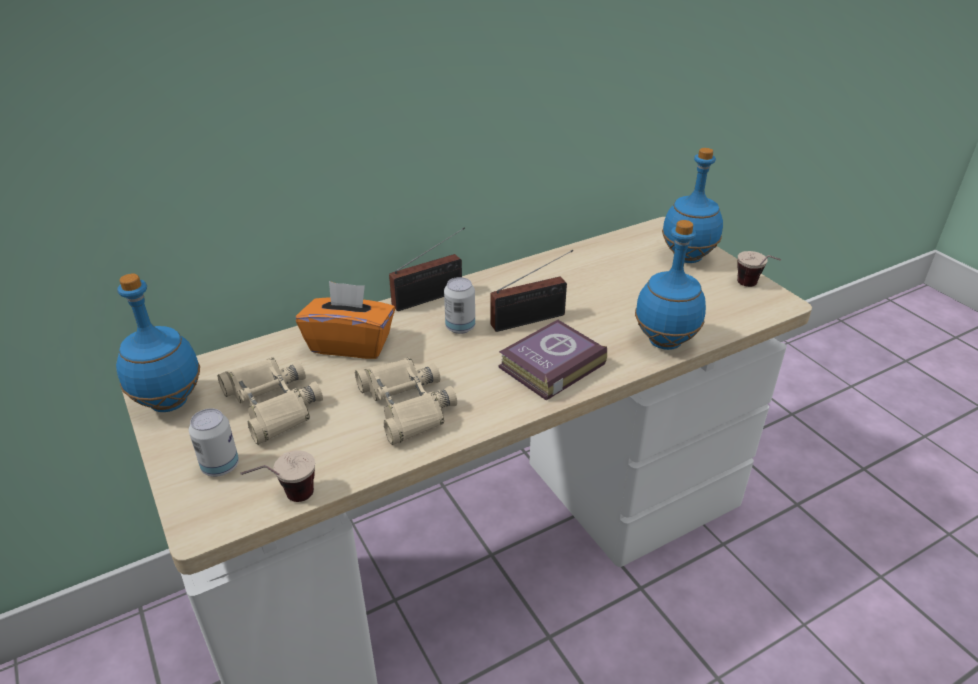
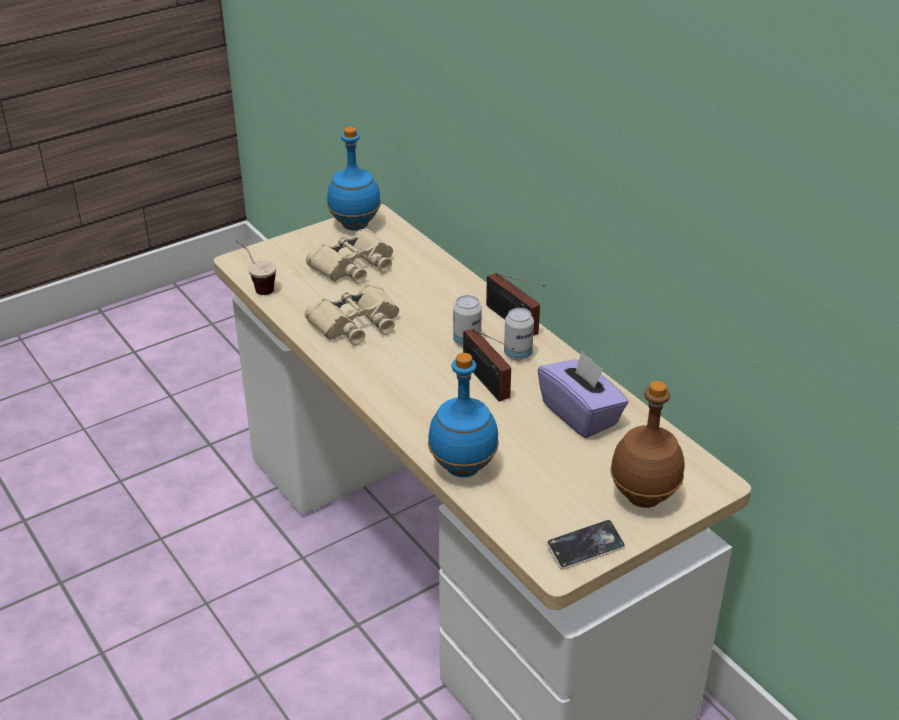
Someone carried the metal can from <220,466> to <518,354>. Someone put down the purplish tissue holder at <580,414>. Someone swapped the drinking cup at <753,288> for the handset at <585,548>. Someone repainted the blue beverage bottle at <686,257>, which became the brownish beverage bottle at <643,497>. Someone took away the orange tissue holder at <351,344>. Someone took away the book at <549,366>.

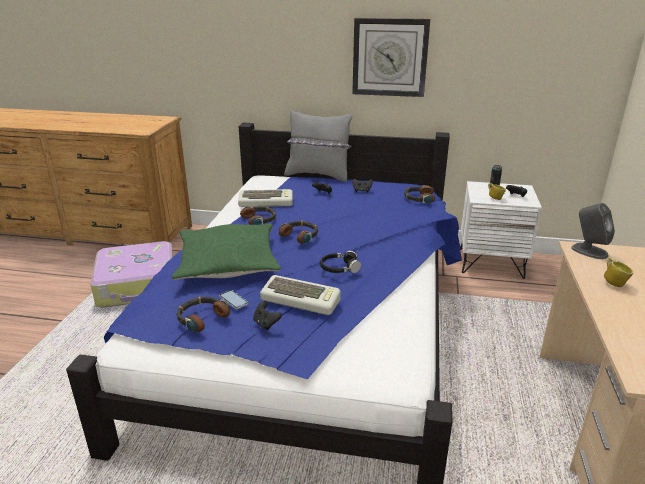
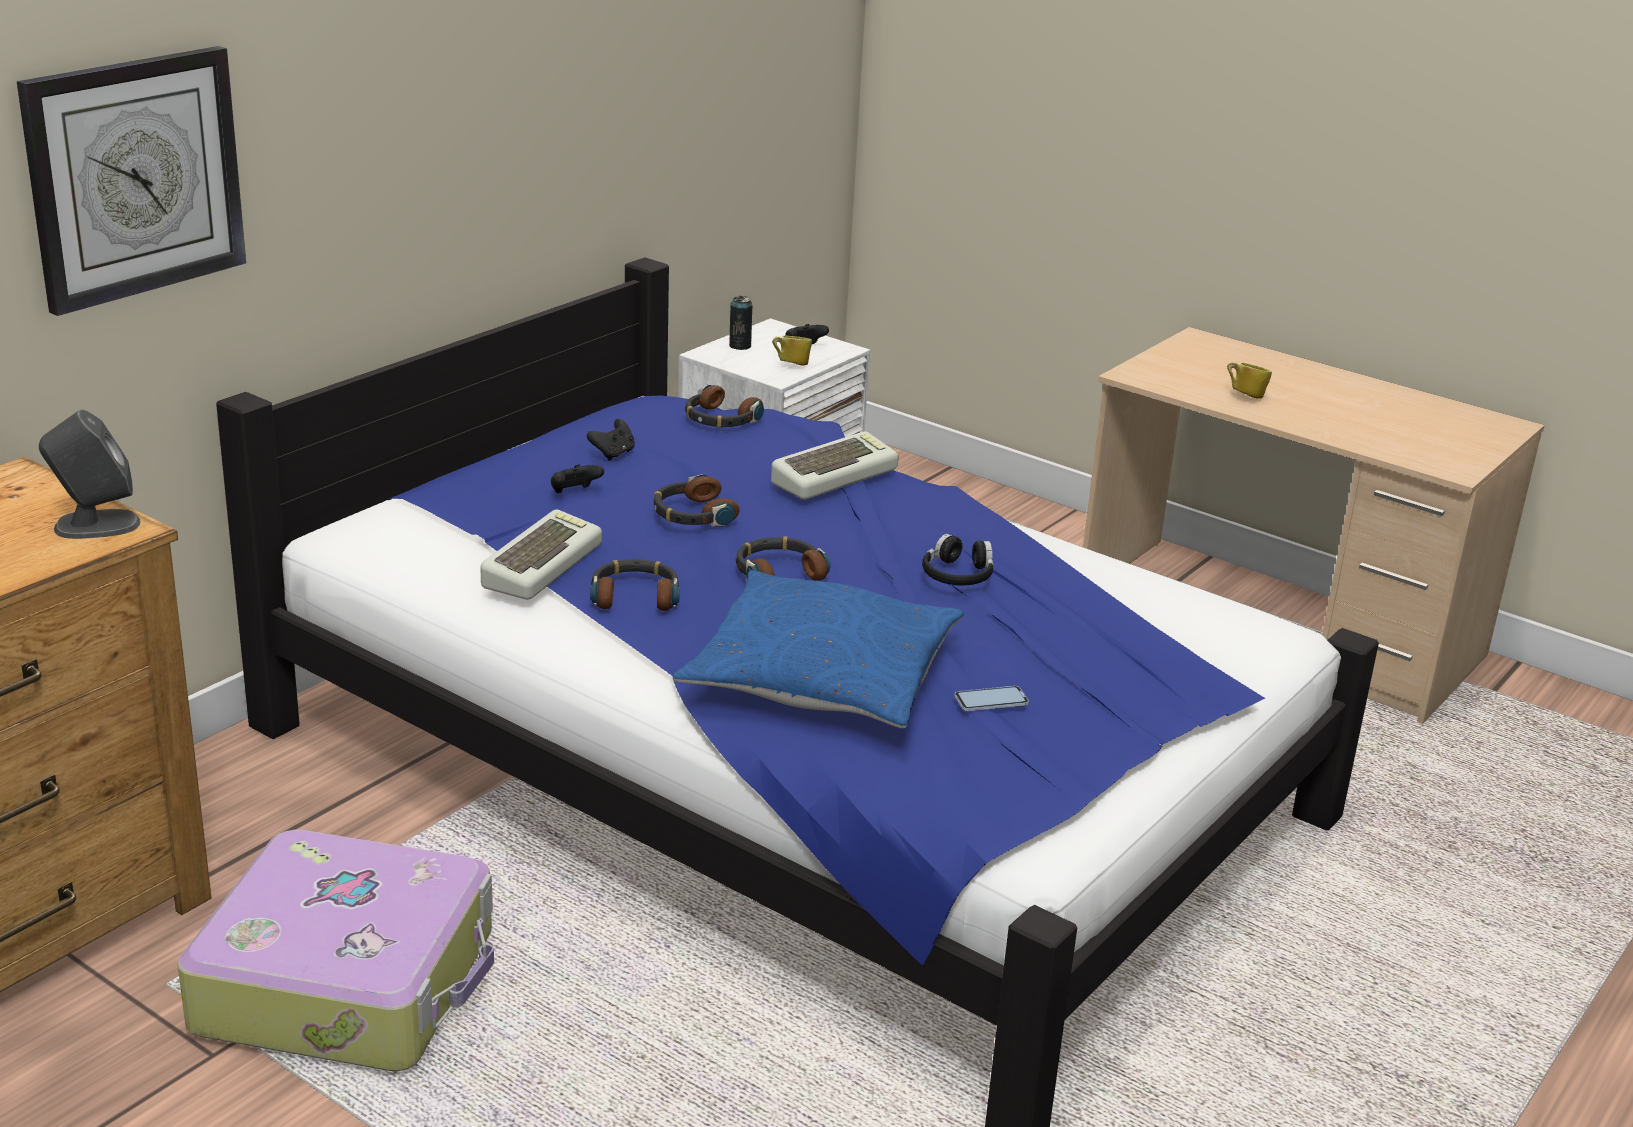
Someone carried the hanging clock from <390,57> to <134,177>. Someone carried the grey audio speaker from <589,251> to <95,525>. Someone carried the headphones from <202,318> to <692,514>. Someone repainted the greenish pillow at <228,262>, which became the blue pillow at <821,676>. Someone carried the computer keyboard from <301,300> to <833,475>. Someone took away the black joypad at <266,324>. Someone took away the grey pillow at <318,175>.

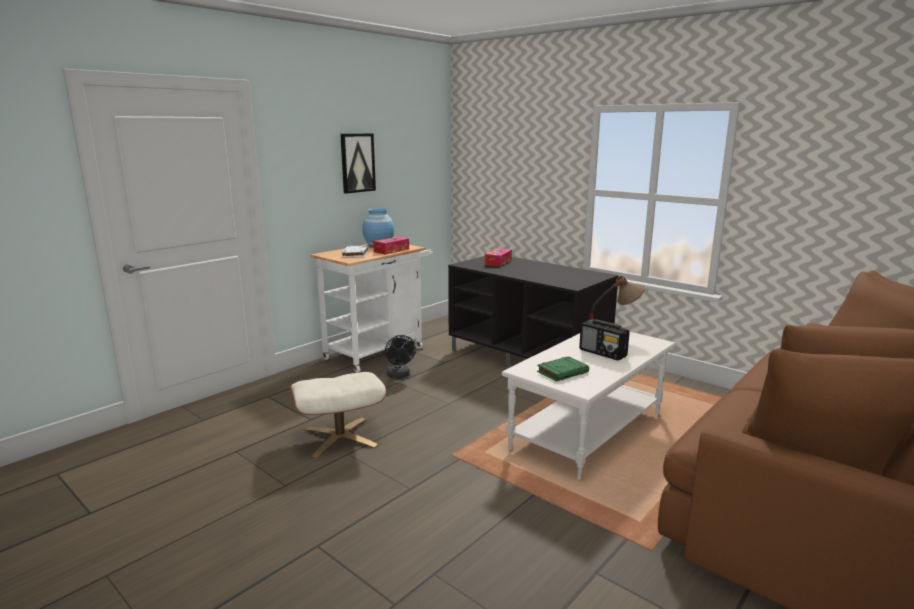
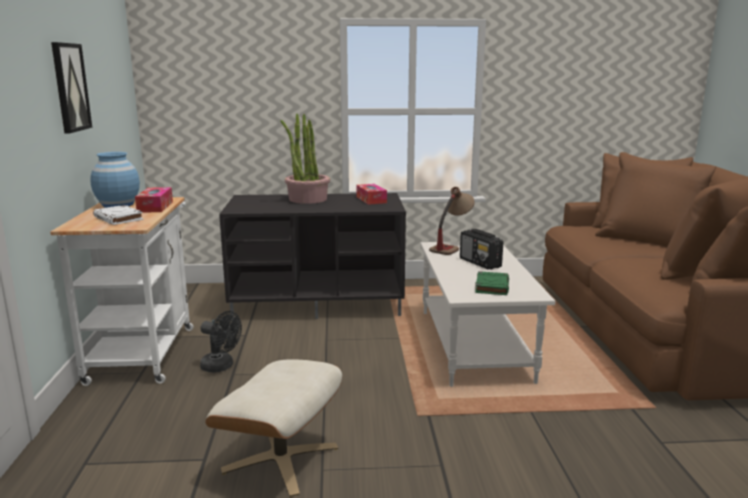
Someone put down the plant in a pot at <307,199>. Someone carried the tissue holder from <498,262> to <371,200>. Someone rotated the radio set at <603,353> by 60 degrees clockwise.

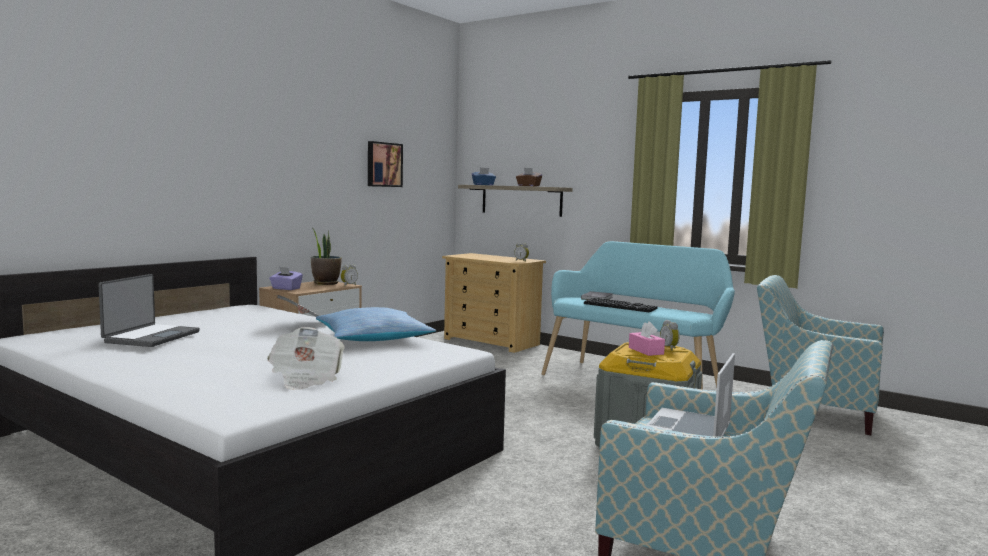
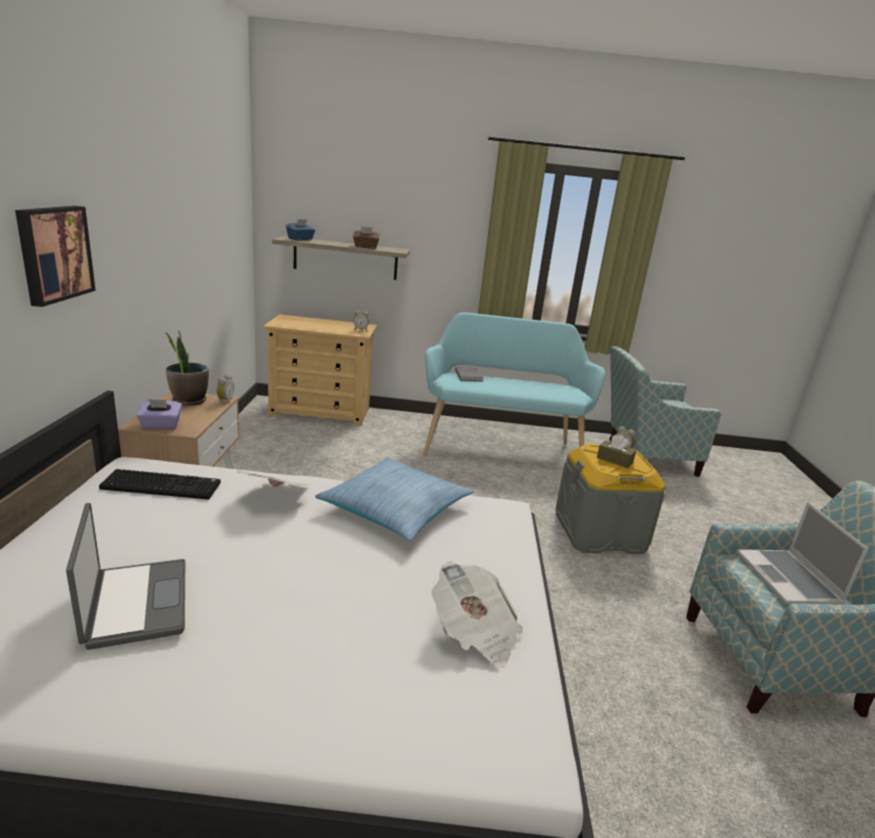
Someone carried the wall picture from <383,164> to <53,253>. Someone carried the computer keyboard from <621,306> to <163,485>. Someone repainted the pink tissue holder at <646,351>, which became the brownish tissue holder at <614,460>.

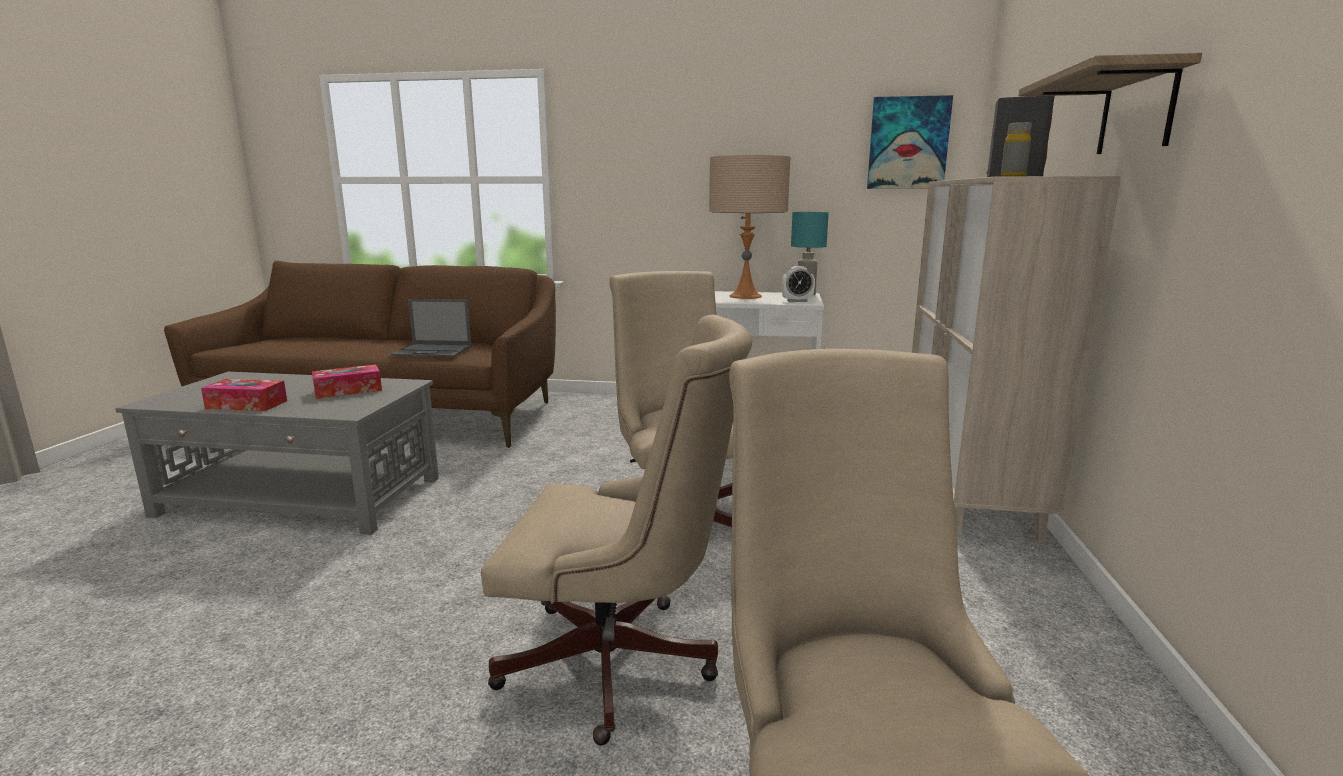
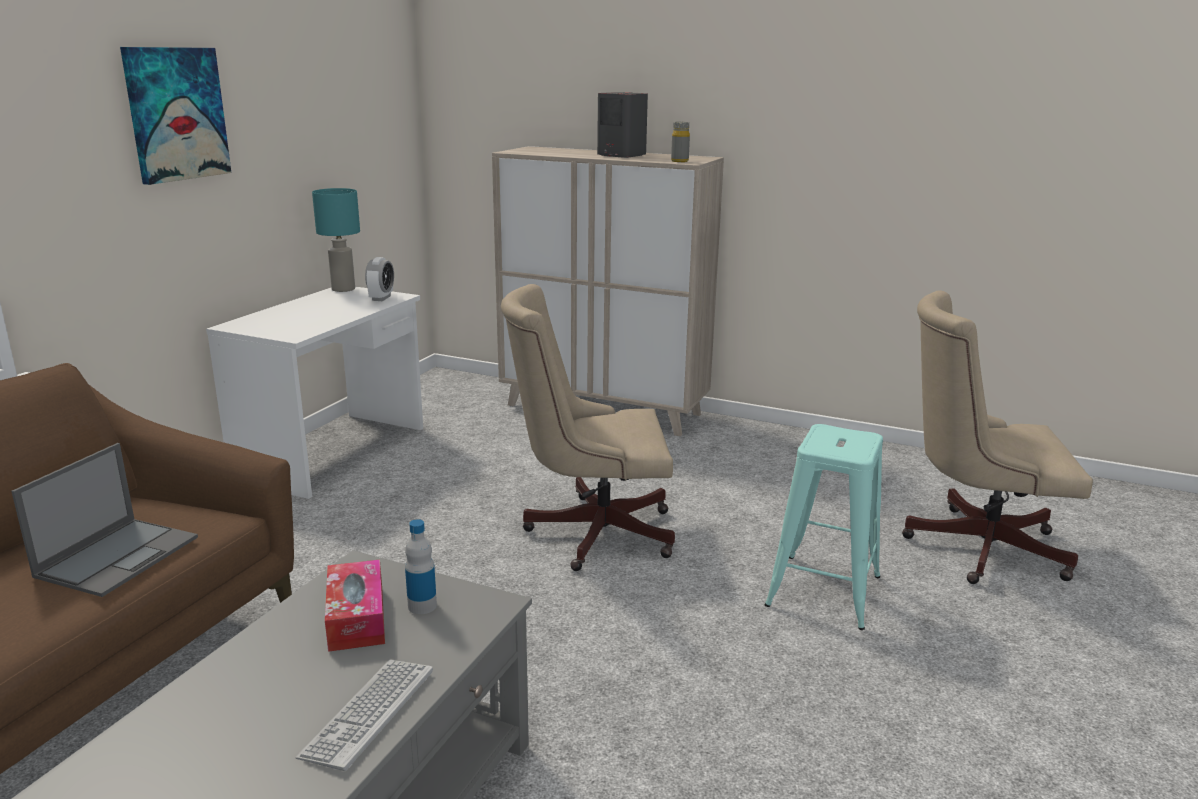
Someone carried the wall picture from <908,143> to <176,114>. Someone swapped the tissue holder at <246,405> for the computer keyboard at <368,713>. Someone put down the beverage bottle at <422,606>. Someone swapped the beige-coloured desk chair at <621,665> for the turquoise-coloured sitting stool at <824,590>. Someone took away the beige-coloured tabletop lamp at <745,296>. Someone took away the bracket shelf at <1136,111>.

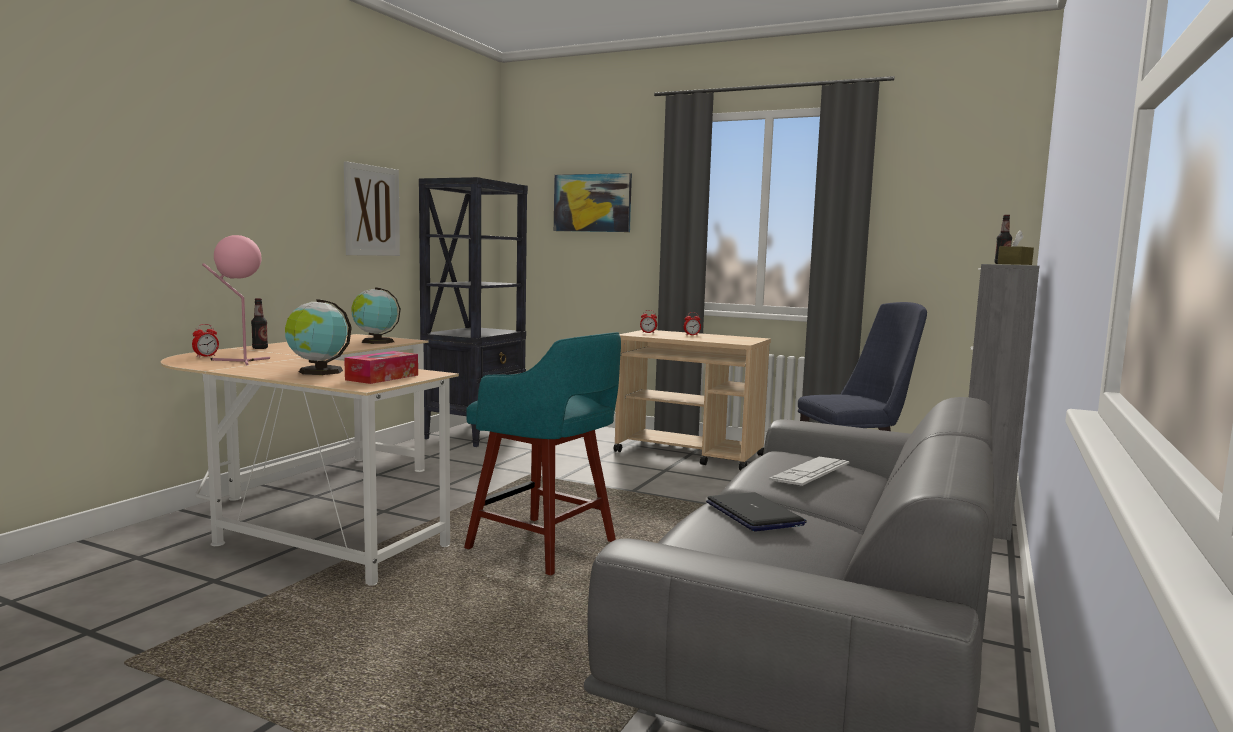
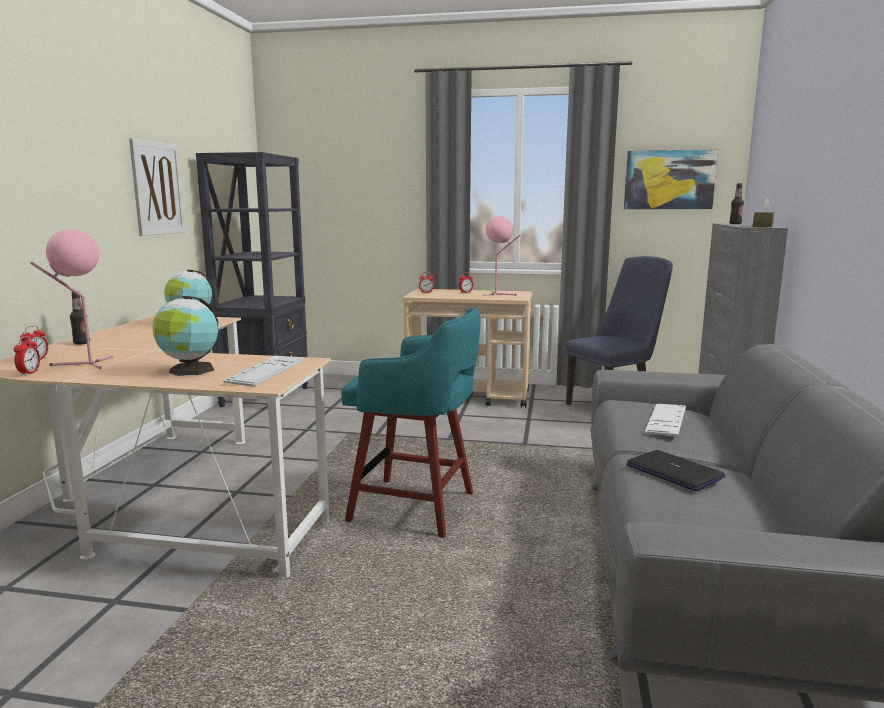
Someone put down the bedside clock at <29,373>. Someone swapped the tissue holder at <382,377> for the computer keyboard at <266,371>. Someone put down the pink tabletop lamp at <498,294>. Someone carried the wall picture from <592,203> to <669,180>.

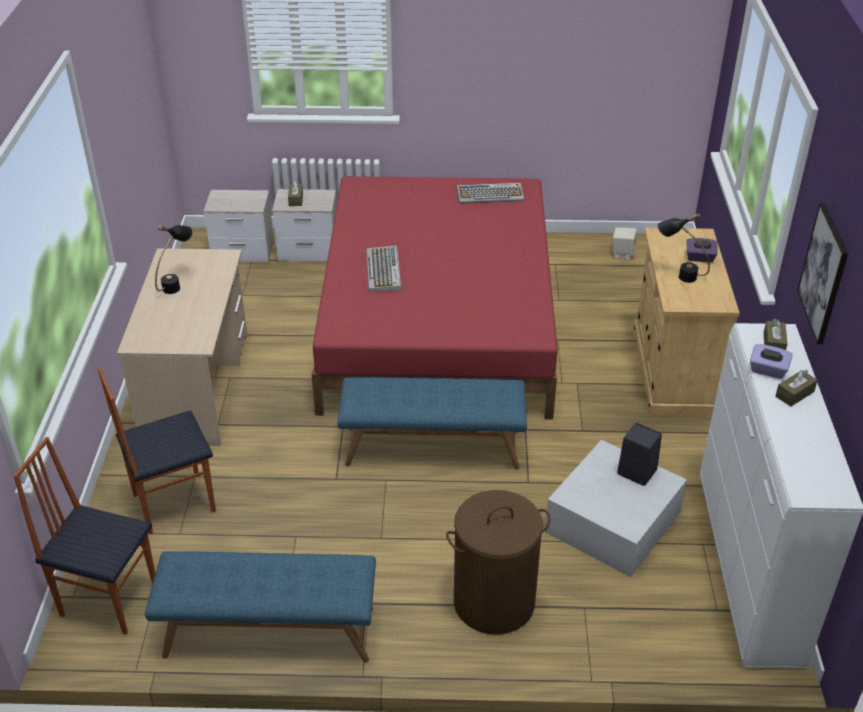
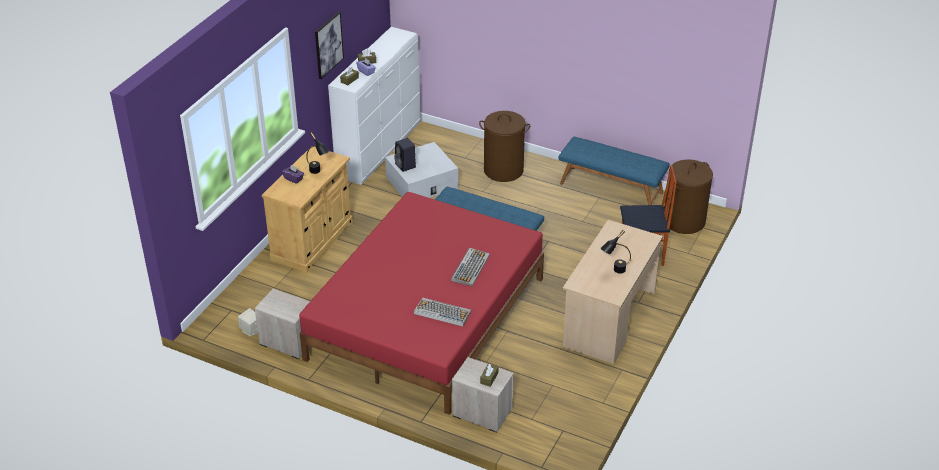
Someone carried the nightstand from <244,252> to <287,341>. Someone carried the computer keyboard from <490,194> to <441,312>. Someone swapped the upright chair at <109,599> for the brownish hamper at <684,221>.

